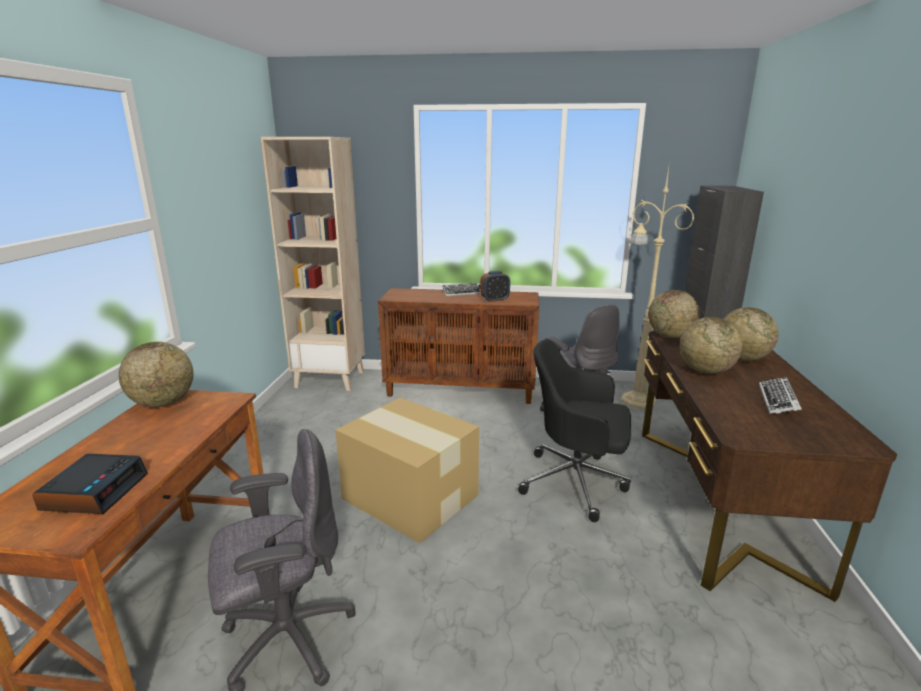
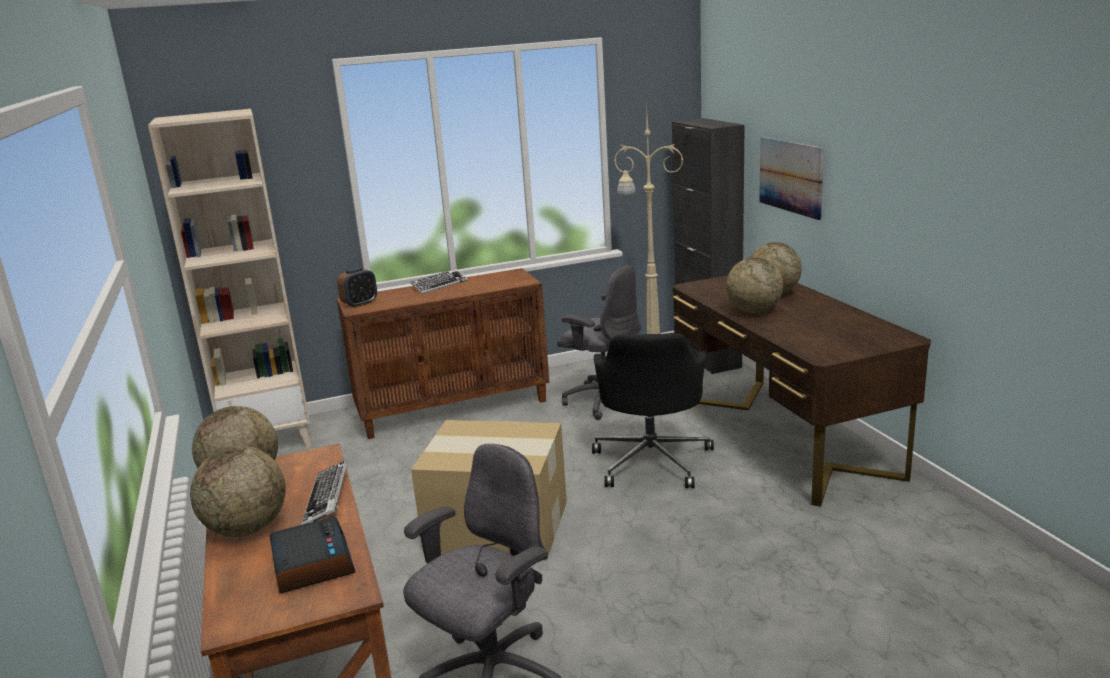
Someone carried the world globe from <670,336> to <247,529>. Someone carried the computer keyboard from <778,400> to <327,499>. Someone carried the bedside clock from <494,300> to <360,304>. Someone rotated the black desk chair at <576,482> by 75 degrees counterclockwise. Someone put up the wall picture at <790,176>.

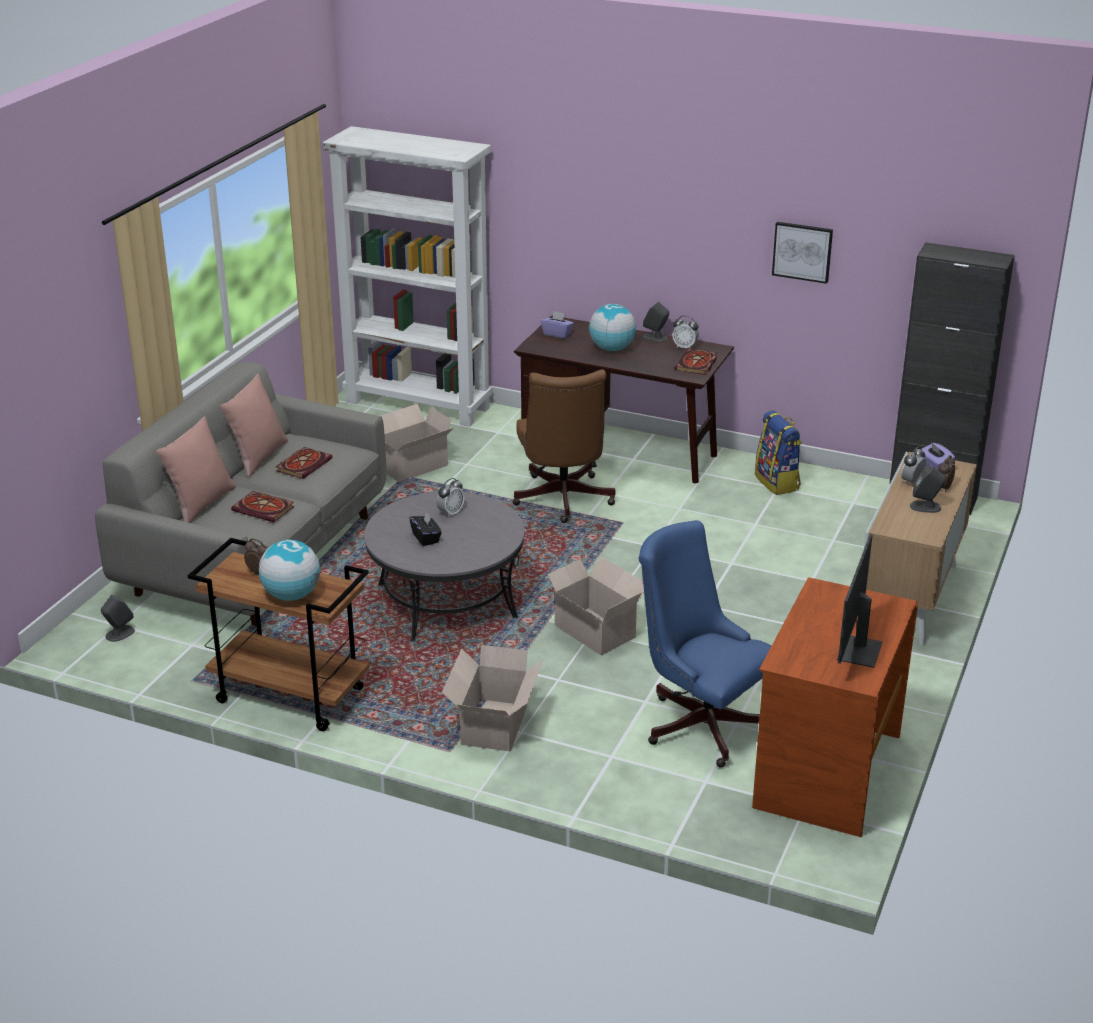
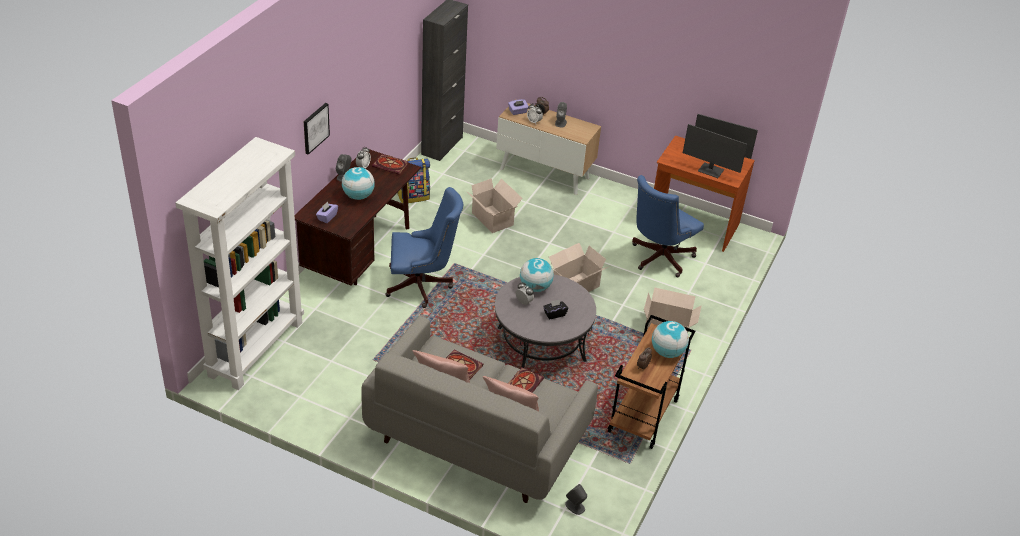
Someone carried the wall picture from <802,251> to <315,128>. Someone repainted the brownish desk chair at <562,501>, which became the blue desk chair at <422,286>. Someone carried the carton from <410,466> to <493,220>. Someone put down the world globe at <535,287>. Someone put down the computer screen at <710,171>.

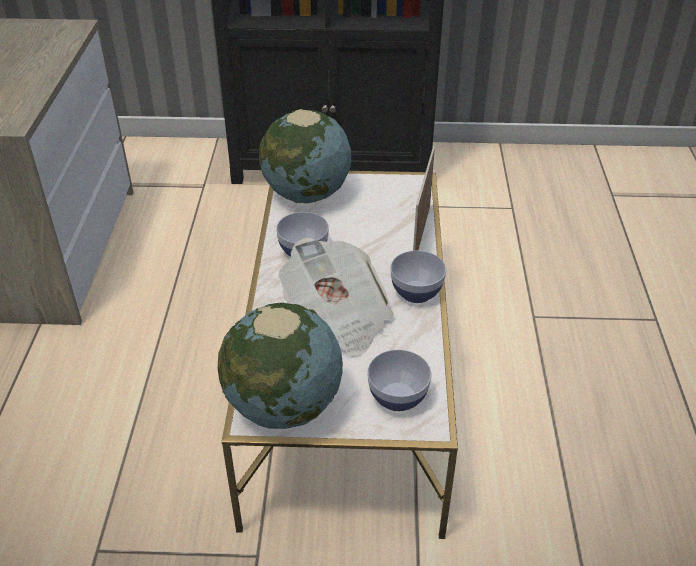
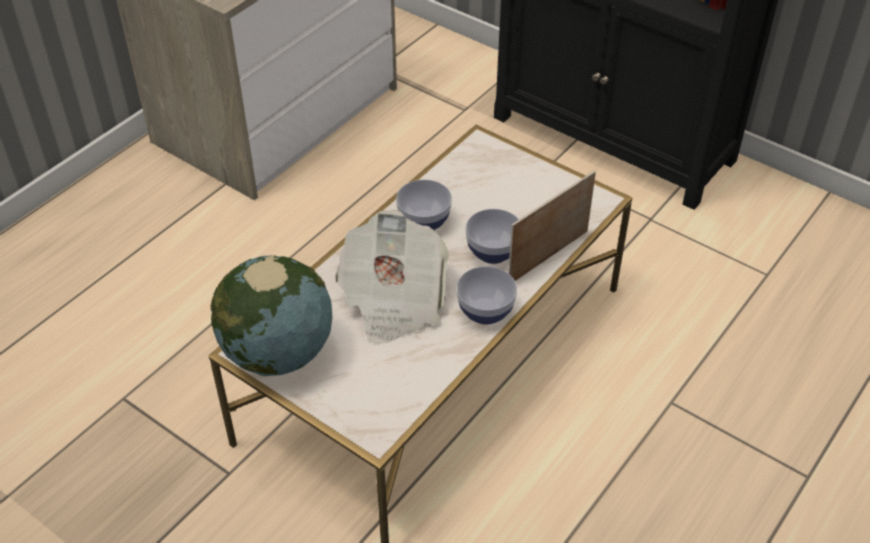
Someone carried the bowl from <397,397> to <492,252>. Someone took away the world globe at <307,194>.

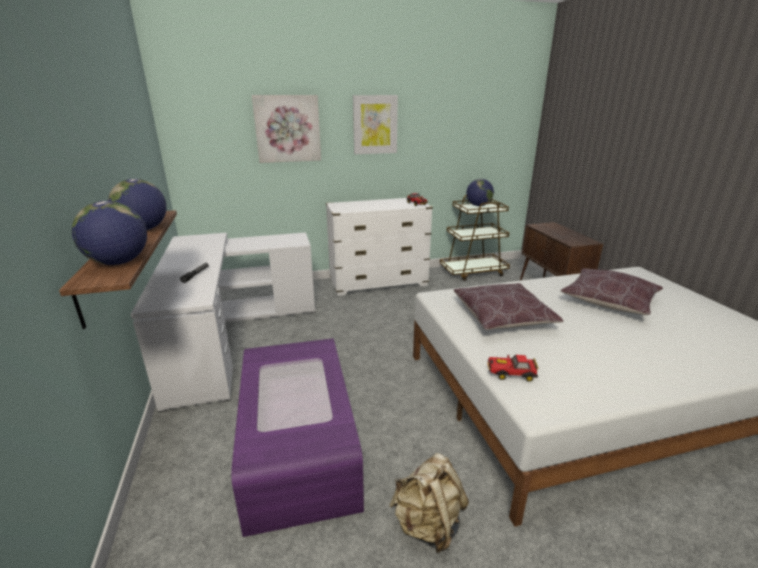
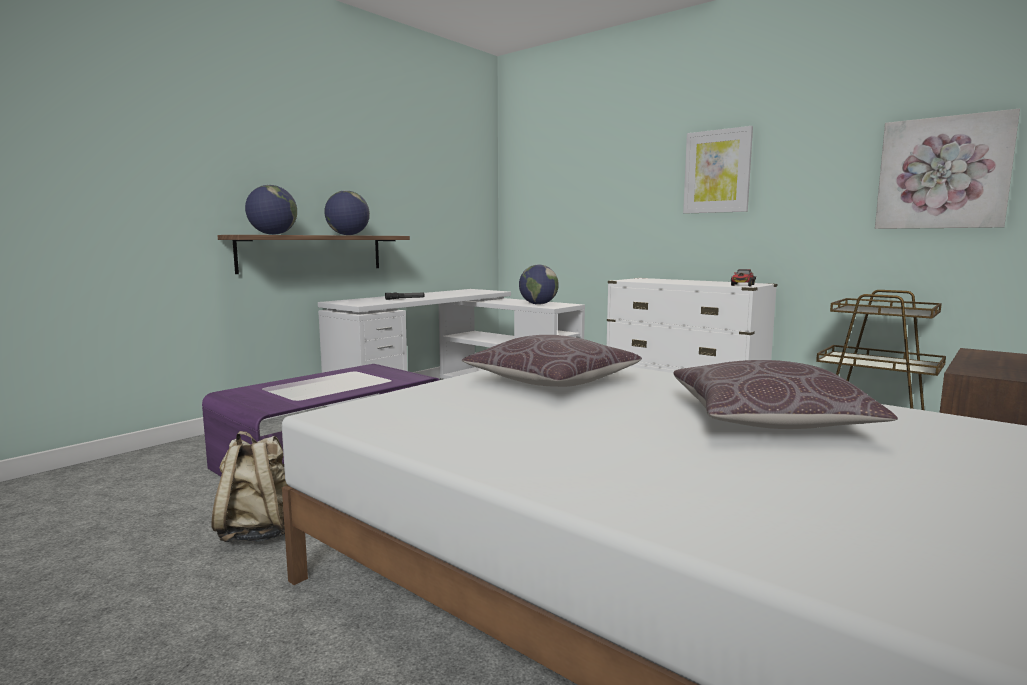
Someone carried the world globe from <478,205> to <538,304>. Someone carried the wall picture from <287,129> to <942,173>. Someone took away the model car at <511,373>.

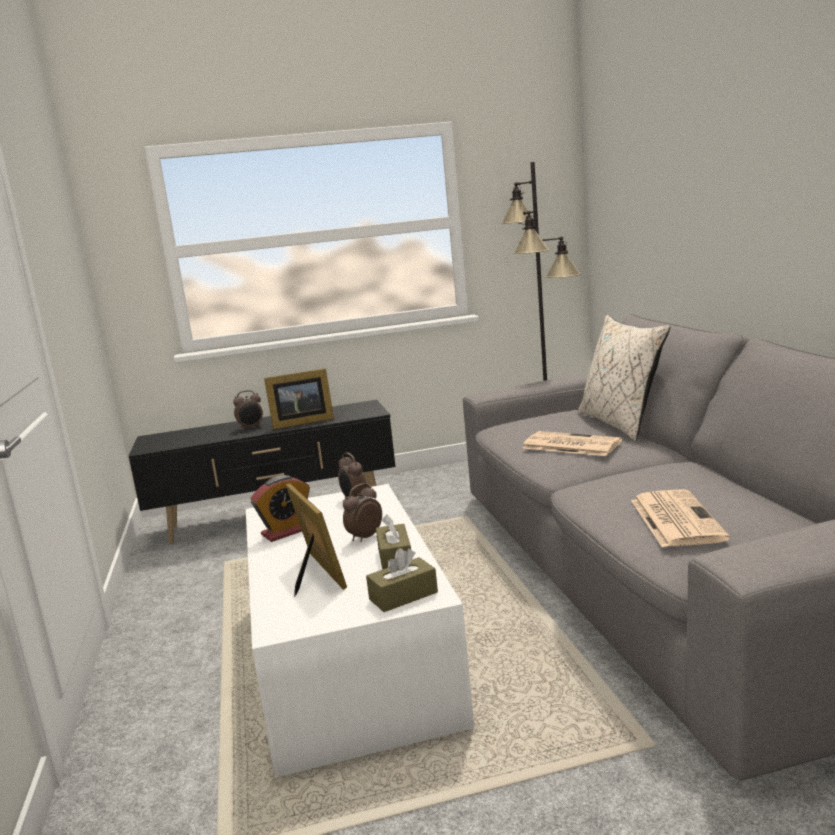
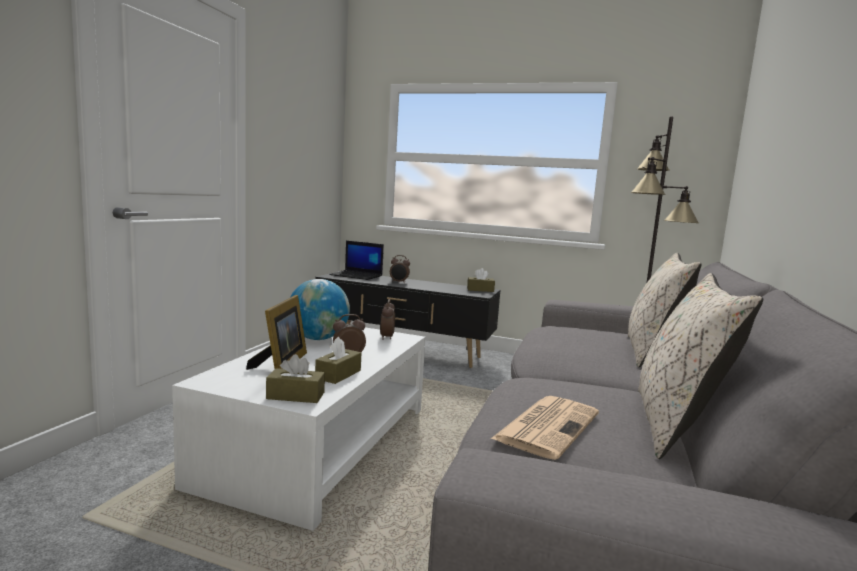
Someone swapped the bedside clock at <286,531> for the world globe at <318,338>. Someone put down the notebook computer at <357,275>. Someone put down the brownish tissue holder at <480,290>. Someone put down the beige-coloured pillow at <676,426>. Someone took away the photo frame at <300,423>. Someone took away the printed paper at <570,445>.

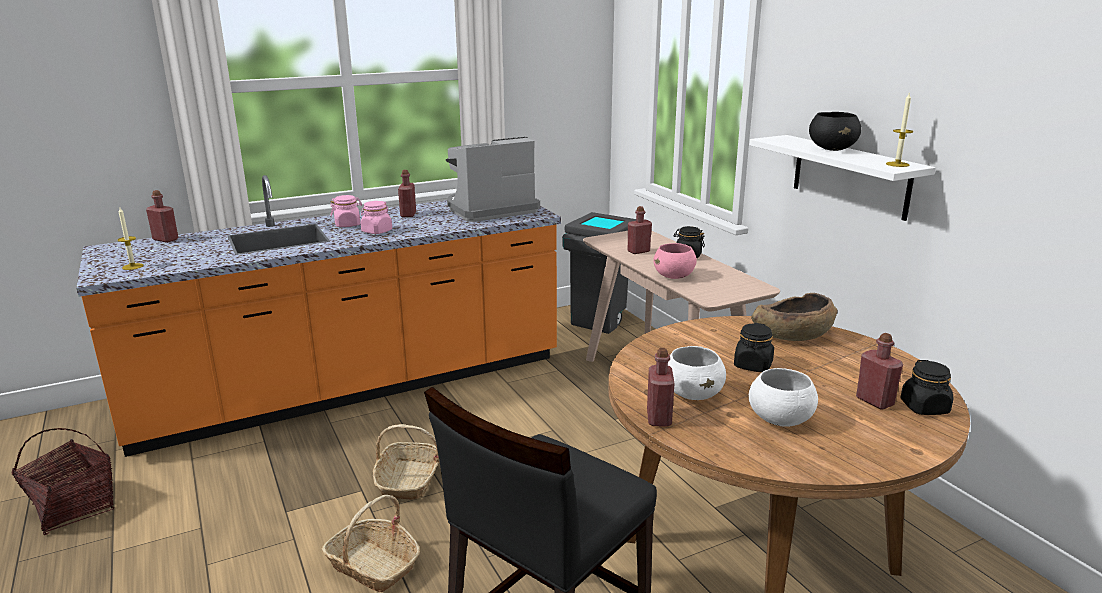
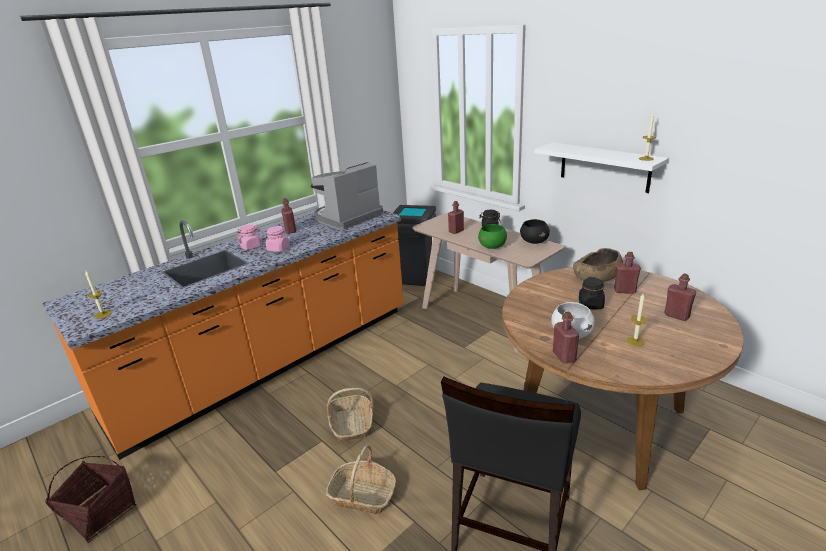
Someone repainted the pink bowl at <674,276>, which became the greenish bowl at <492,246>. Someone carried the black bowl from <832,149> to <534,241>. Someone carried the red-coloured beverage bottle from <165,239> to <624,291>. Someone swapped the white bowl at <780,420> for the wax candle at <635,341>. Someone took away the black preserve jar at <924,407>.

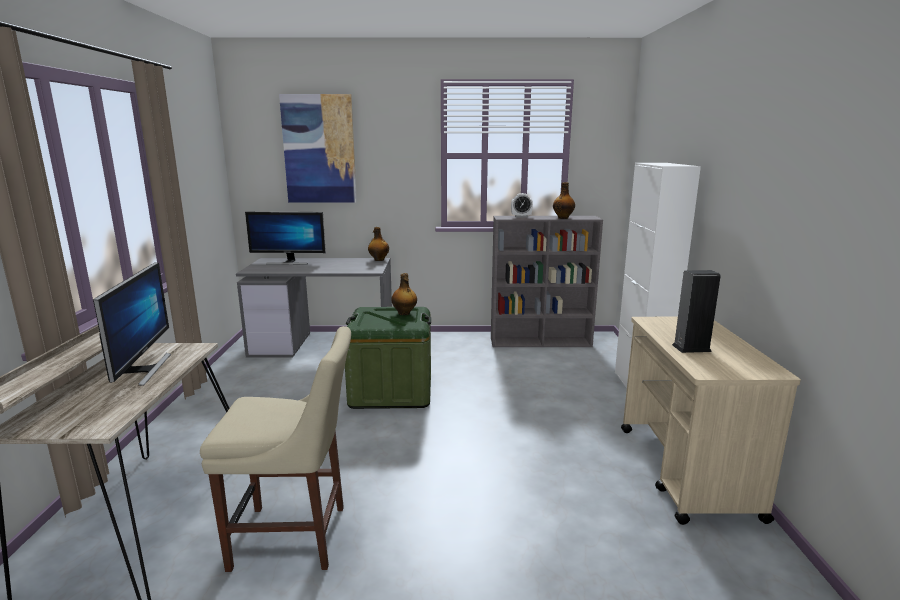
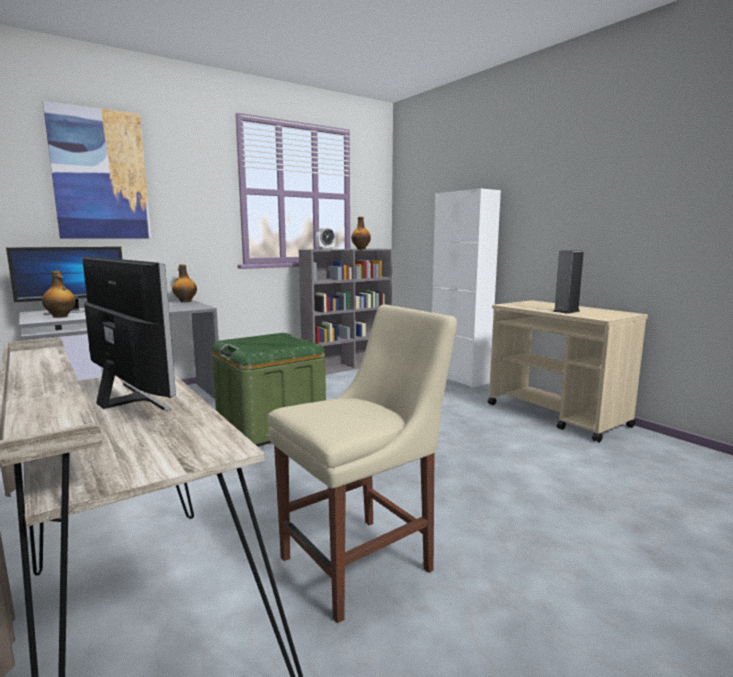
Someone carried the beverage bottle from <404,313> to <61,316>.

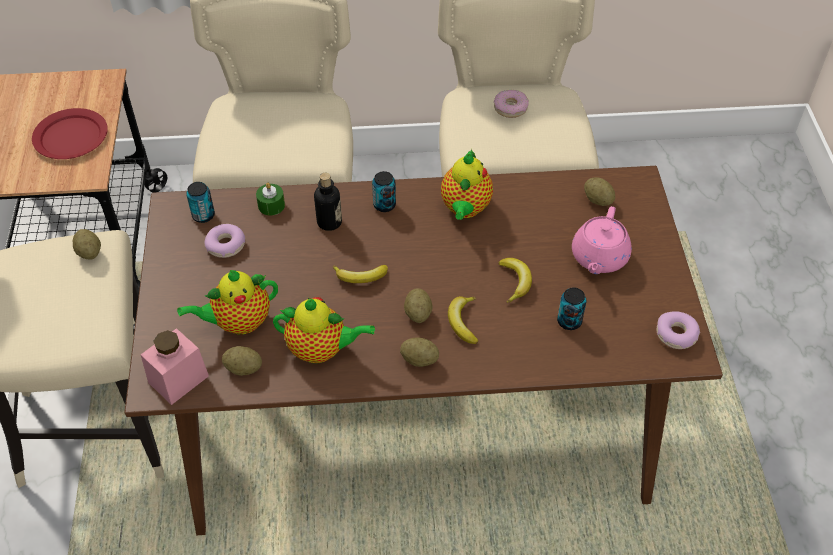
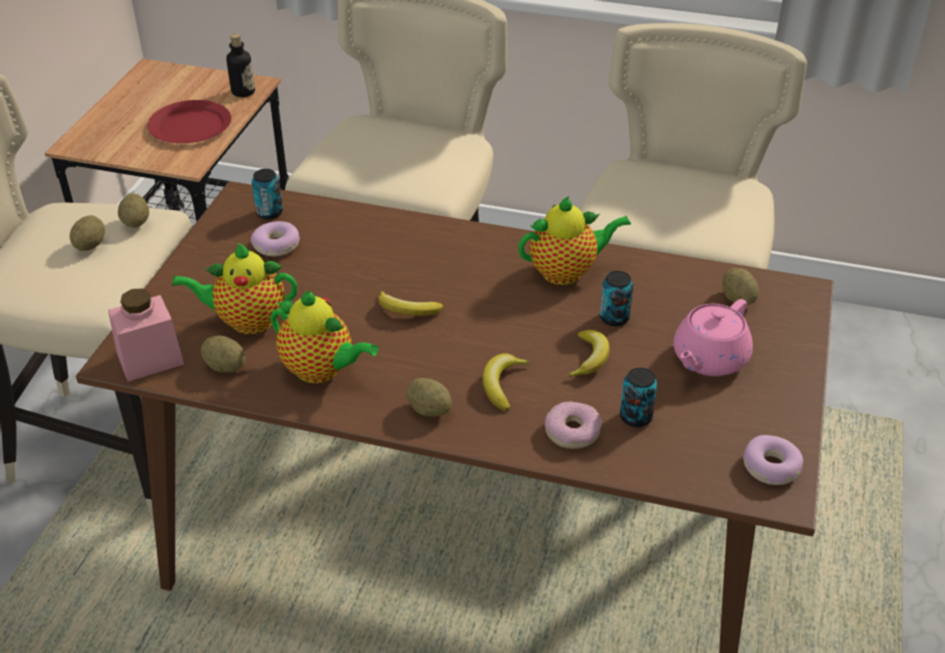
Someone carried the spud from <418,313> to <90,245>. Someone carried the beverage bottle from <329,222> to <243,92>. Someone rotated the teapot at <465,209> by 135 degrees counterclockwise. Someone carried the doughnut from <510,108> to <572,431>. Someone carried the metal can from <384,205> to <614,318>. Someone took away the greenish wax candle at <271,205>.

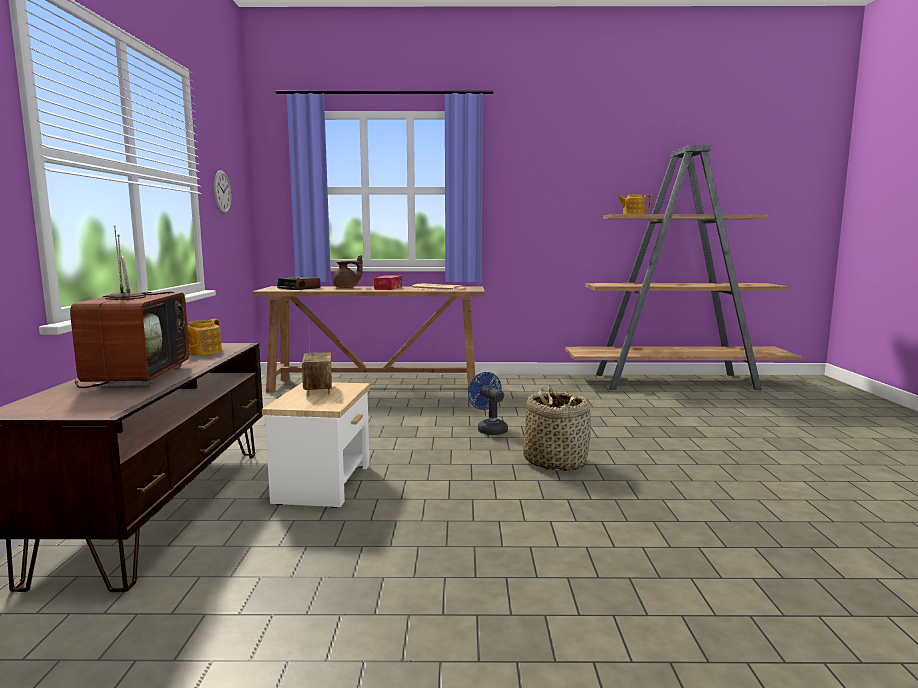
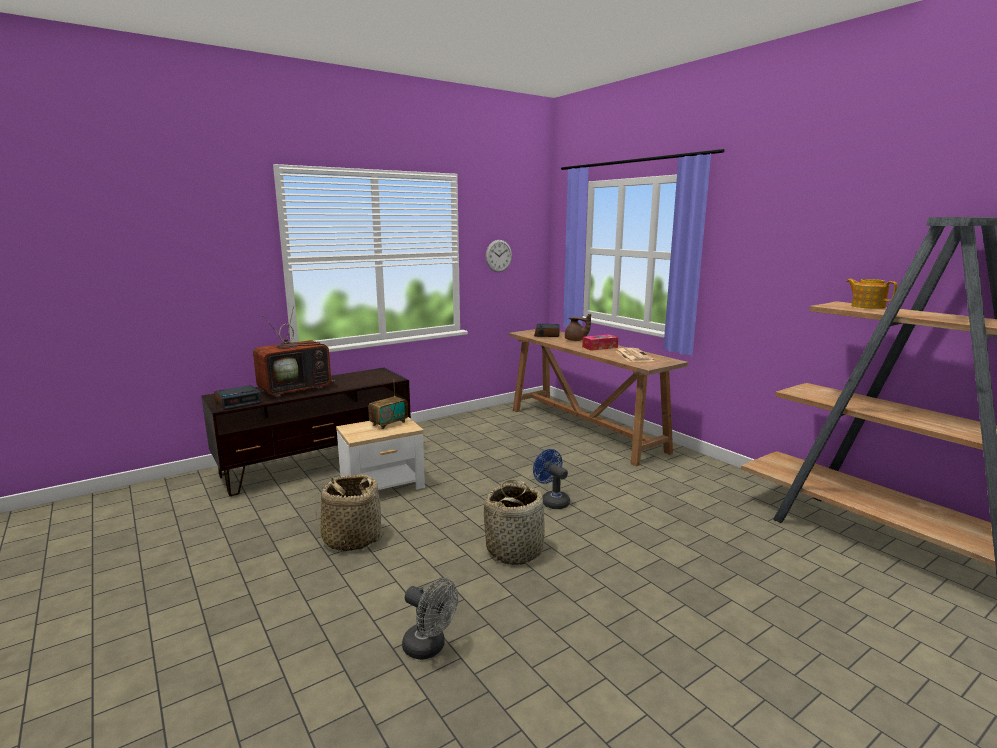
Someone put down the bedside clock at <238,402>. Someone put down the household basket at <351,538>. Someone put down the grey fan at <429,648>. Someone rotated the blue fan at <489,429> by 60 degrees counterclockwise. Someone took away the teapot at <202,352>.

